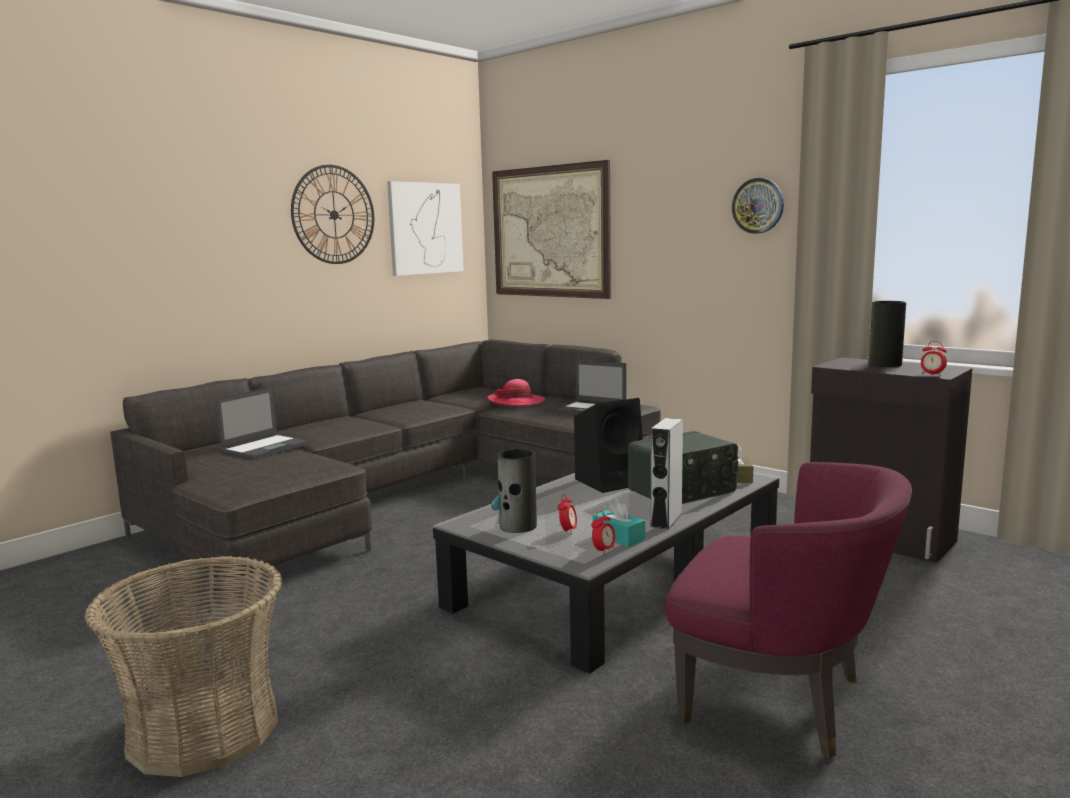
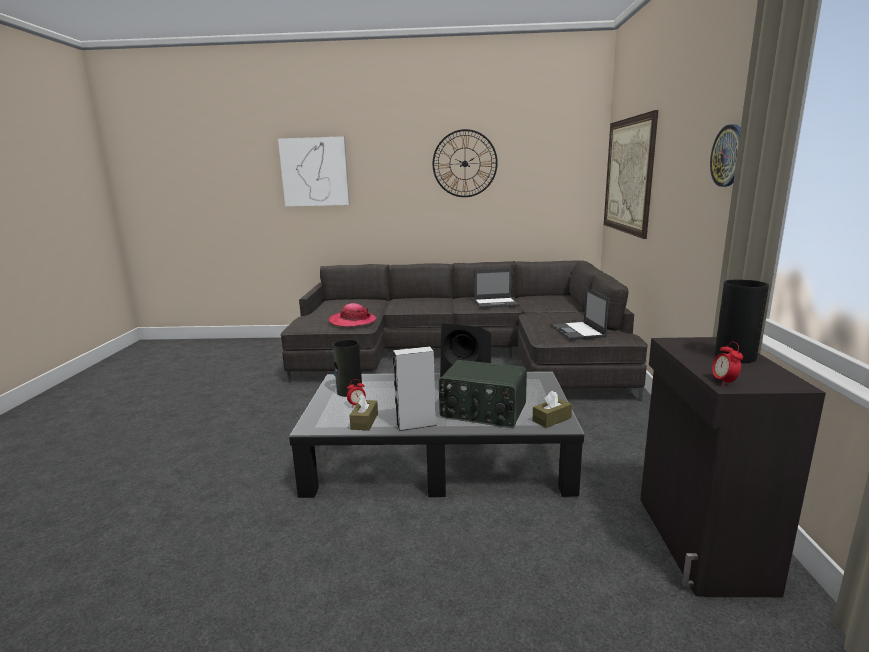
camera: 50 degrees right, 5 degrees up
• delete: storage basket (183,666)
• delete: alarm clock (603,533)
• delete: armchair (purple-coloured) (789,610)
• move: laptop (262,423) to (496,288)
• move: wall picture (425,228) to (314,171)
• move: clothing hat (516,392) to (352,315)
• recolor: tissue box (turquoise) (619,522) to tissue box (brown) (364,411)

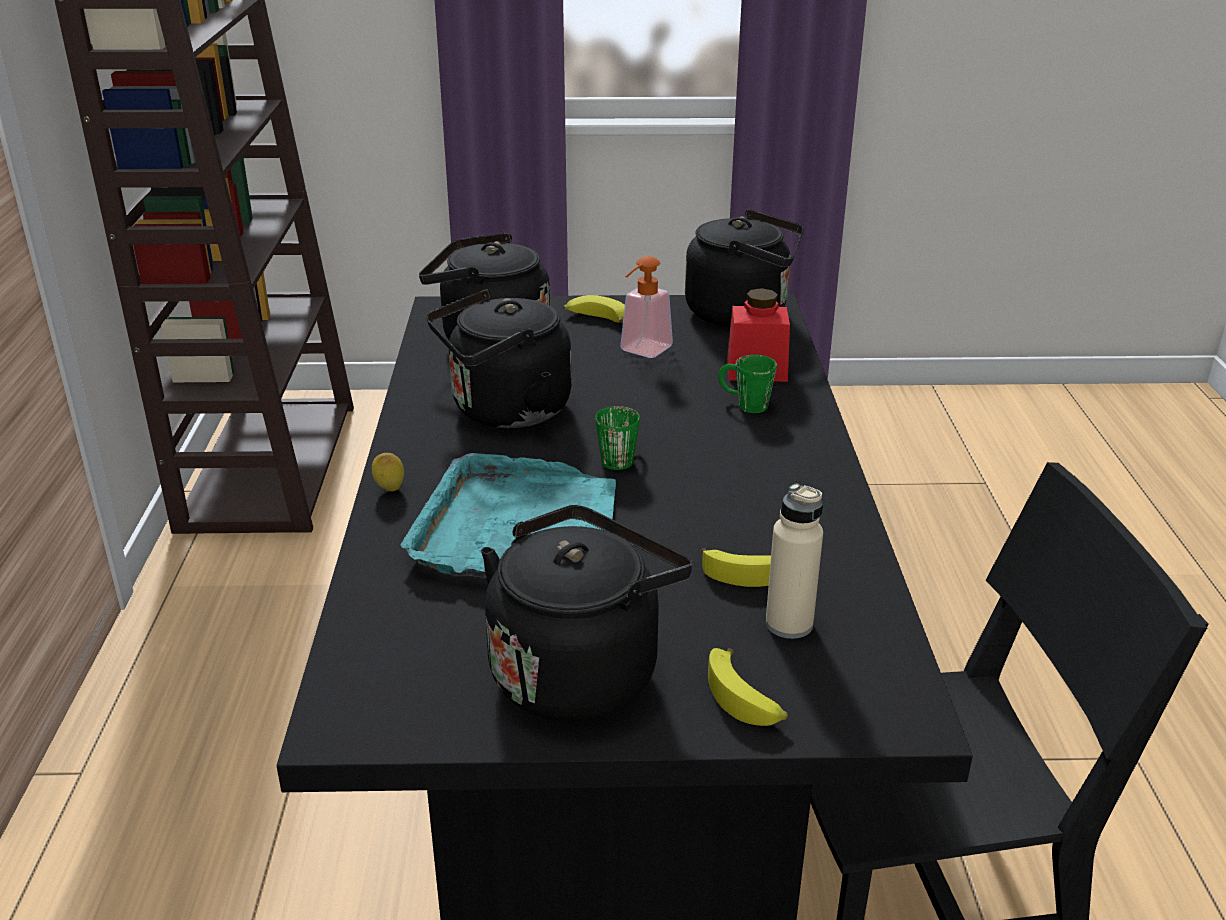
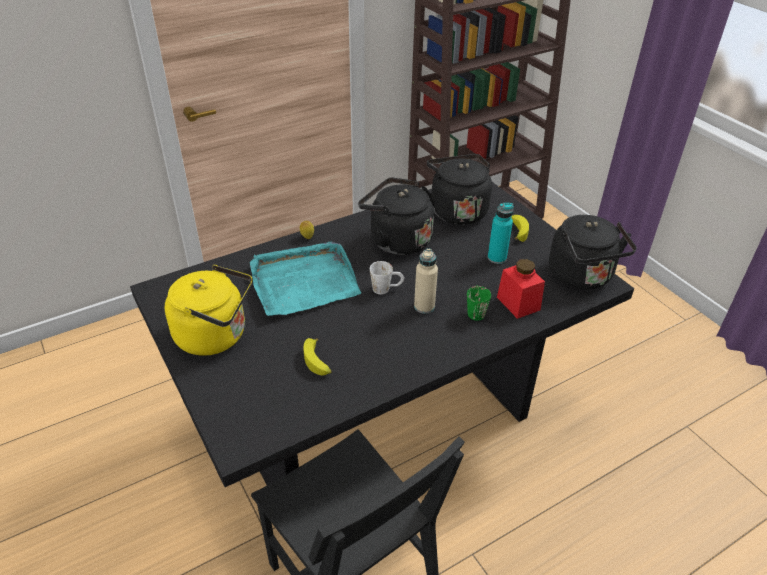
camera: 60 degrees right, 10 degrees up
• delete: whole banana (748,687)
• move: drink bottle (beige) (794,561) to (426,281)
• replace: soap dispenser (646,307) to drink bottle (turquoise) (501,233)
• recolor: water kettle (black) (586,613) to water kettle (yellow-coloured) (209,310)
• recolor: mug (green-coloured) (617,438) to mug (whitish) (387,277)

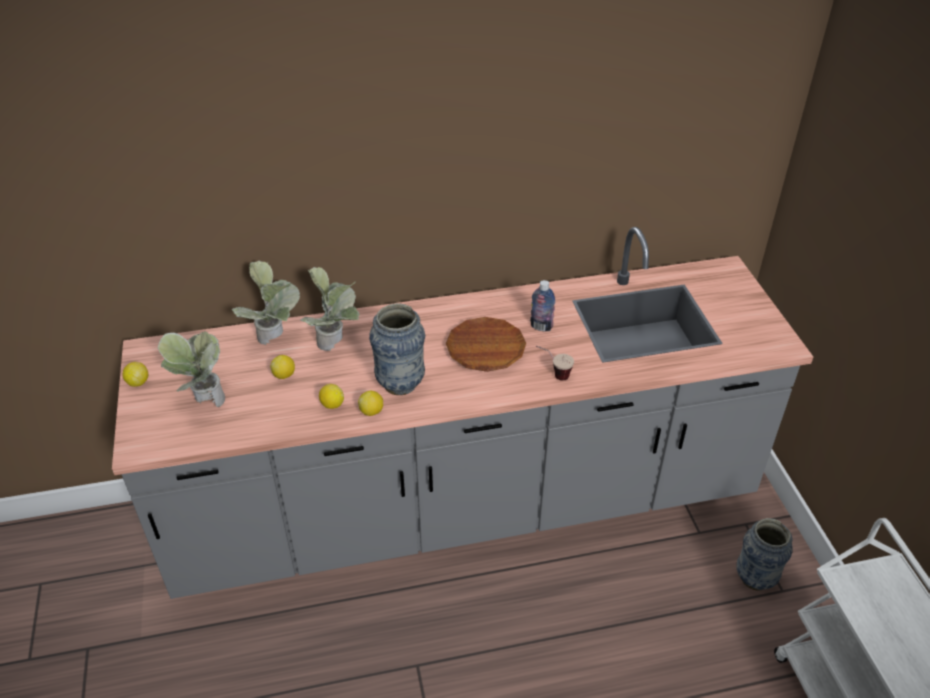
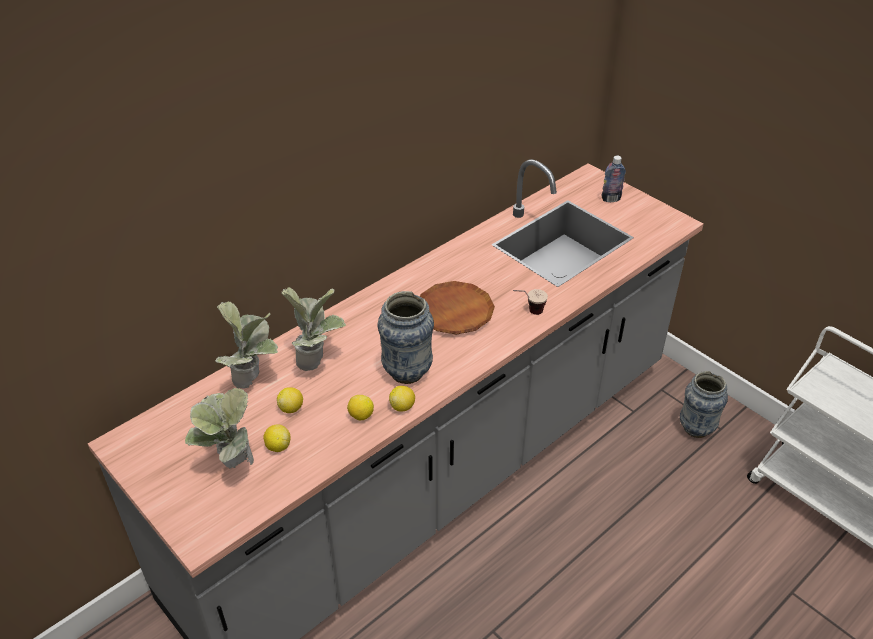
camera: 30 degrees left, 0 degrees up
• move: whole lemon (135,374) to (277,438)
• move: drink bottle (542,305) to (613,179)

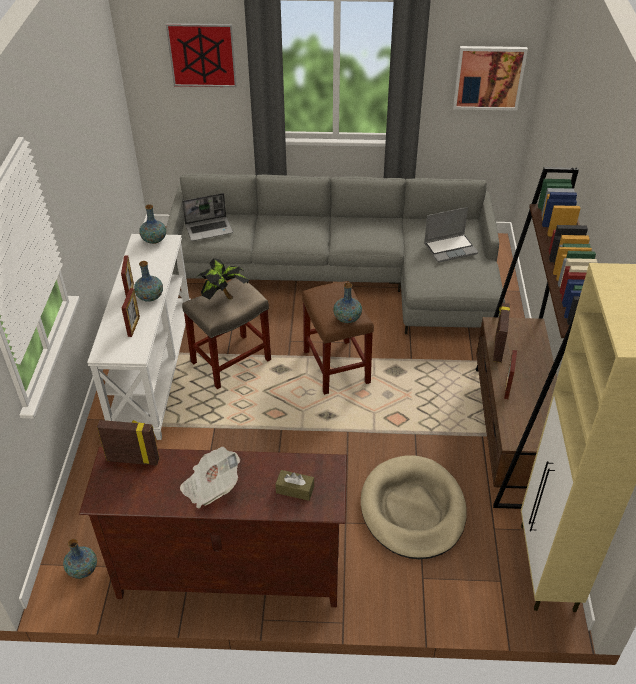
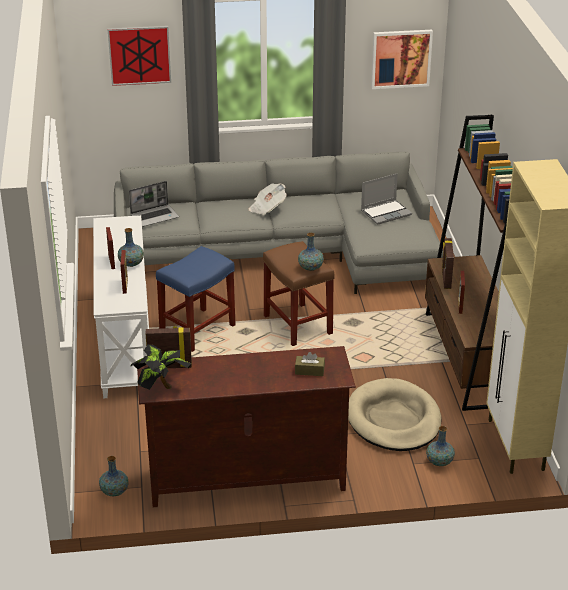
camera: 10 degrees left, 10 degrees down
• move: vase (153,224) to (440,446)
• move: daily paper (210,478) to (267,199)
• move: potted plant (223,278) to (160,367)
• recolor: stool (beige) (226,333) to stool (blue) (195,299)

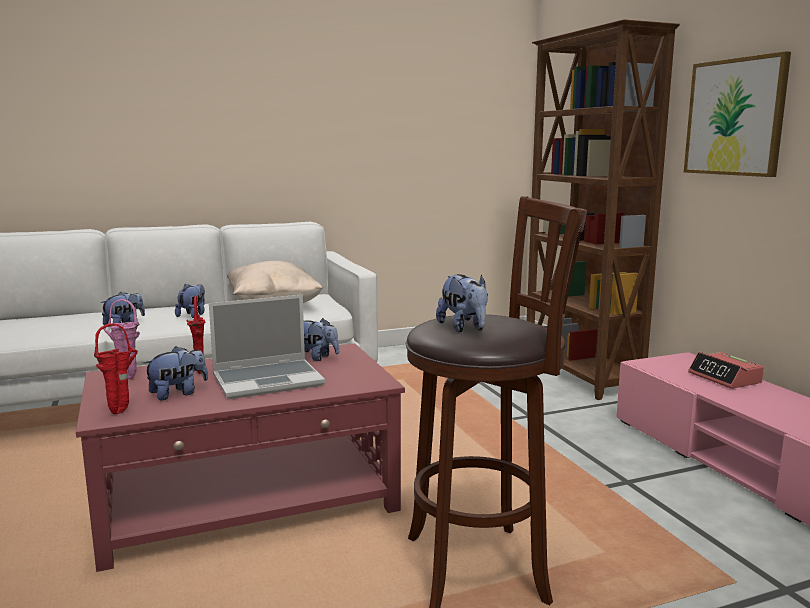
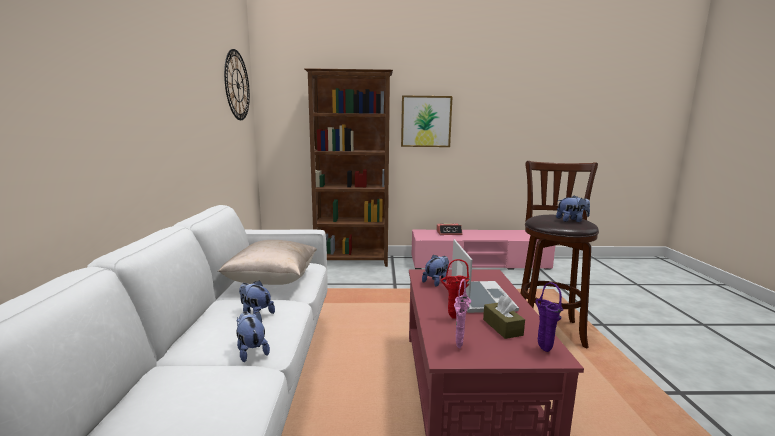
camera: 70 degrees left, 0 degrees up
• insert: wall clock (237,84)
• replace: soft toy (175,373) to tissue box (brown) (504,317)
• recolor: vase (red-coloured) (116,368) to vase (purple-coloured) (550,317)

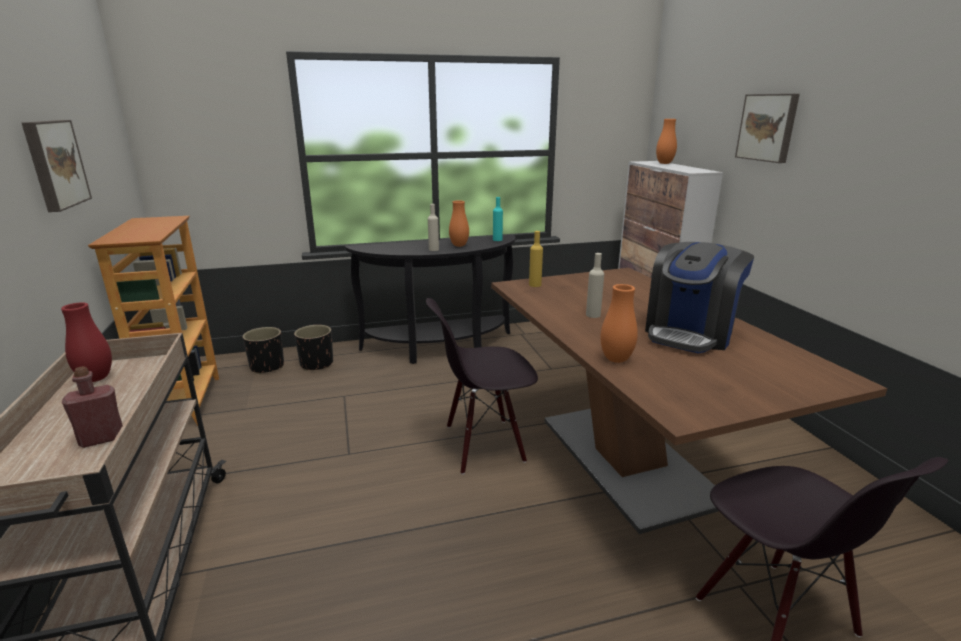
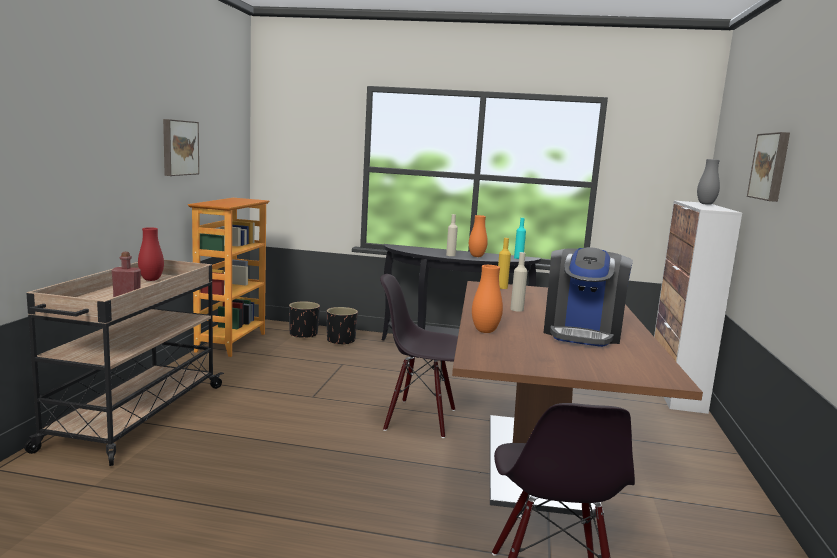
camera: 25 degrees right, 10 degrees down
• recolor: vase (orange-coloured) (666,141) to vase (grey) (708,182)
• rotate: coffee maker (699,297) = (588,297) 45 degrees counterclockwise

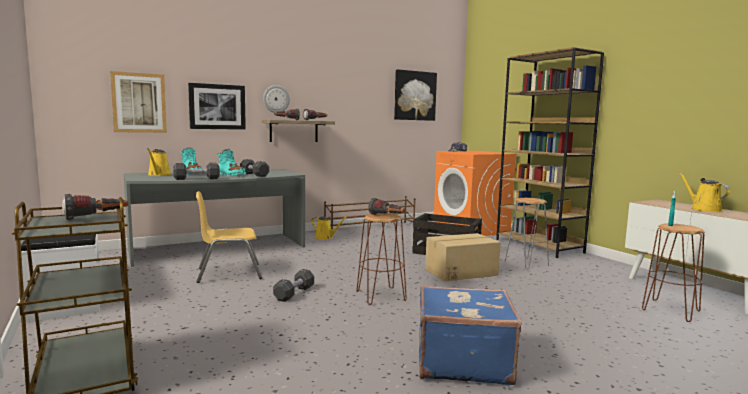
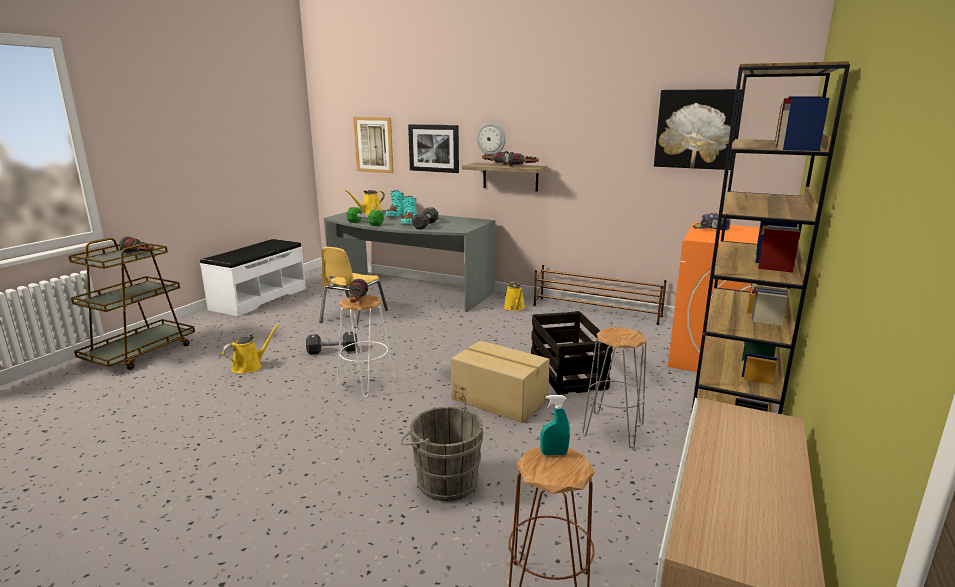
camera: 55 degrees right, 10 degrees up
• delete: piece of luggage (blue) (470,335)
• insert: bucket (grey) (442,453)
• move: watering pot (yellow-coloured) (704,192) to (251,348)
• recolor: dumbbell (black) (196,171) to dumbbell (green-coloured) (365,216)
• recolor: stool (brown) (381,259) to stool (whitish) (366,346)
• rotate: upright chair (yellow-coloured) (229,237) = (353,287) 105 degrees counterclockwise

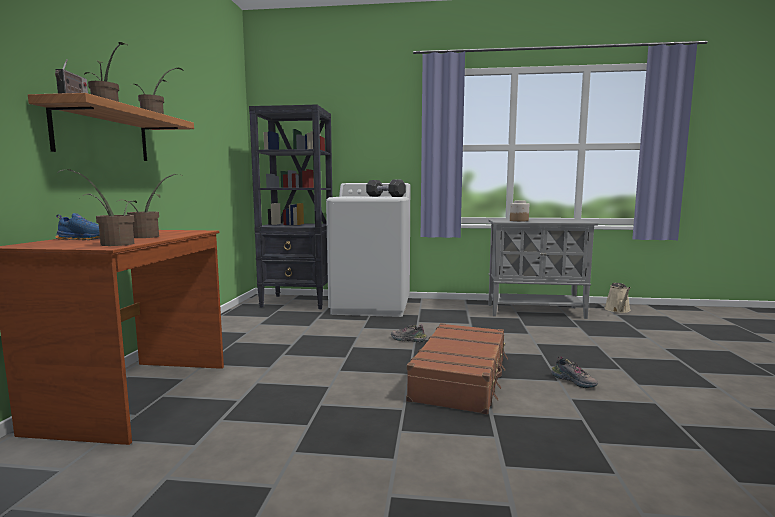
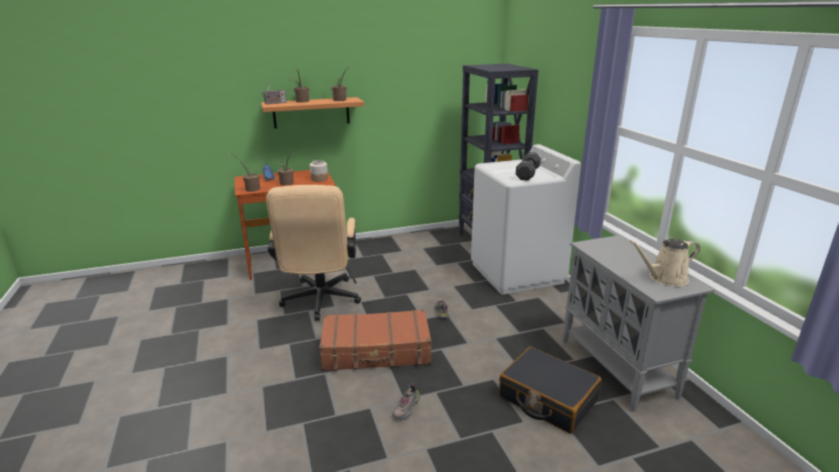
camera: 65 degrees right, 15 degrees up
• insert: desk chair (beige) (313,253)
• insert: piece of luggage (black) (550,390)
• move: storage jar (519,211) to (319,171)
• move: watering pot (beige) (618,298) to (664,262)

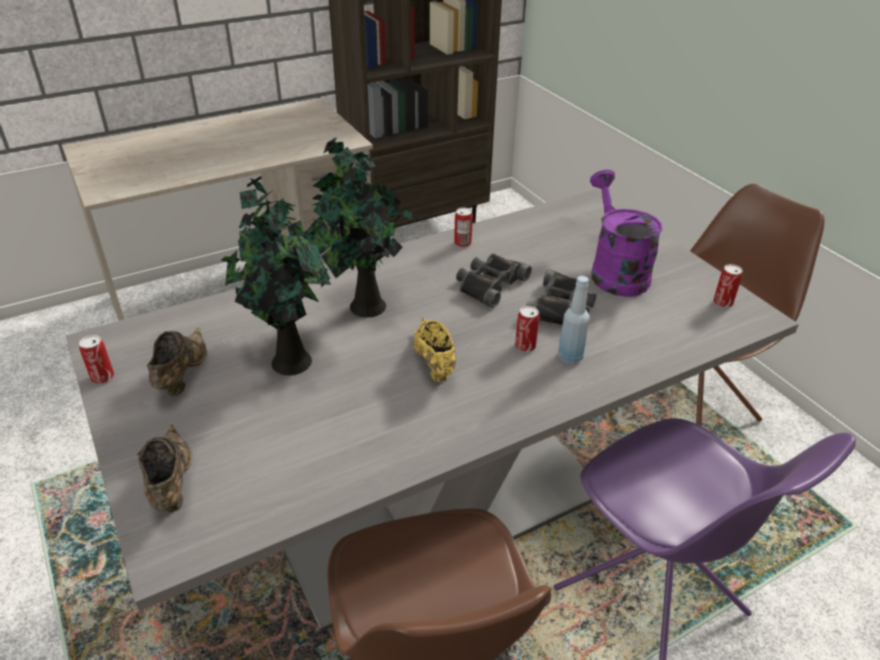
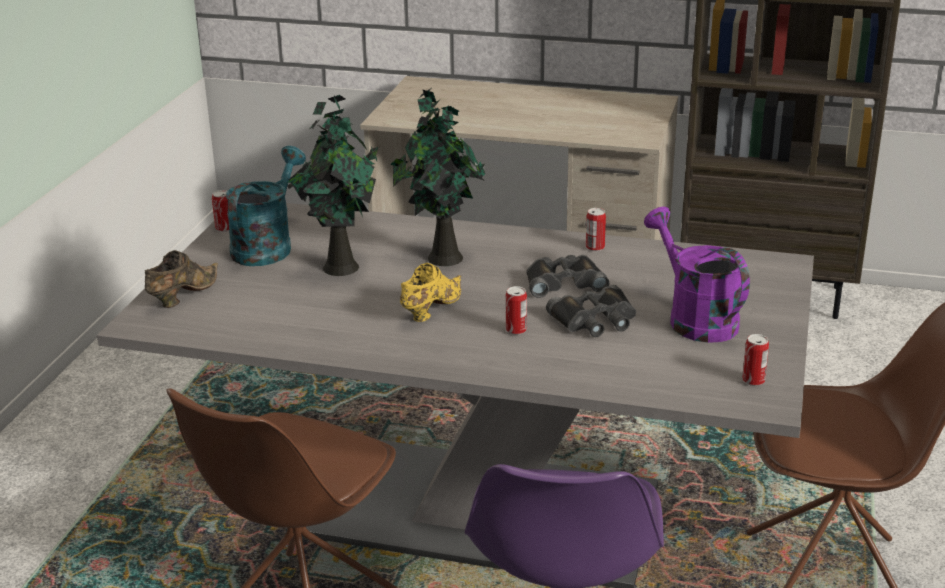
camera: 45 degrees right, 10 degrees down
• delete: drink bottle (blue) (574,320)
• replace: item of footwear (brown) (177,361) to watering pot (turquoise) (265,206)
• rotate: watering pot (purple-coloured) (626,233) = (697,275) 60 degrees counterclockwise

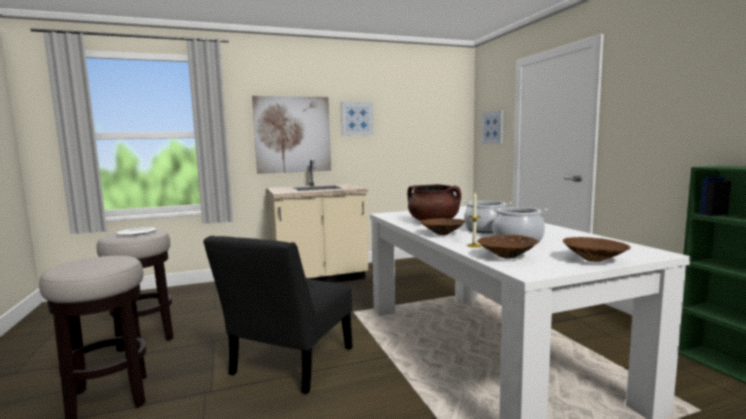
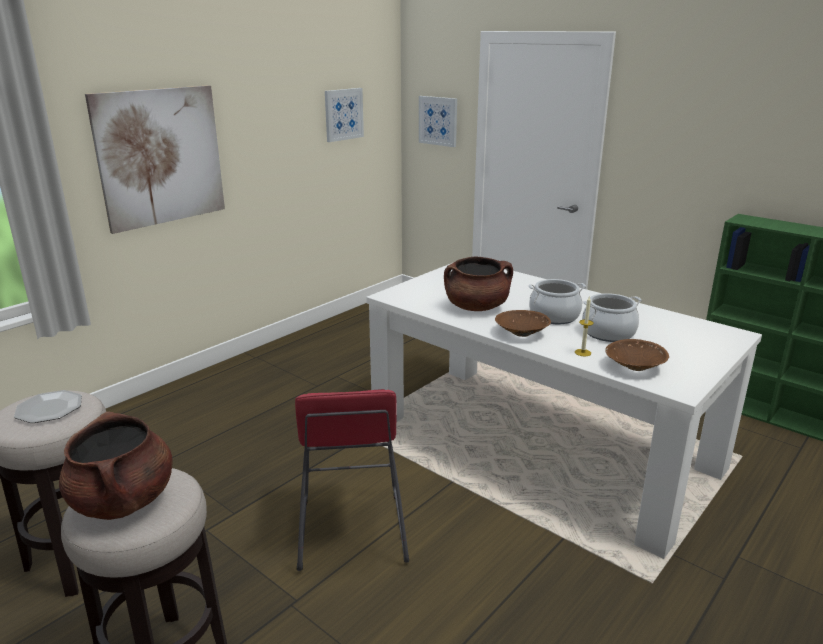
camera: 30 degrees left, 15 degrees up
• delete: kitchen counter (beige) (317,221)
• delete: bowl (brown) (597,249)
• insert: cooking pot (brown) (116,466)
• move: wall picture (357,118) to (344,115)
• replace: upright chair (black) (278,315) to stool (red-coloured) (352,480)

